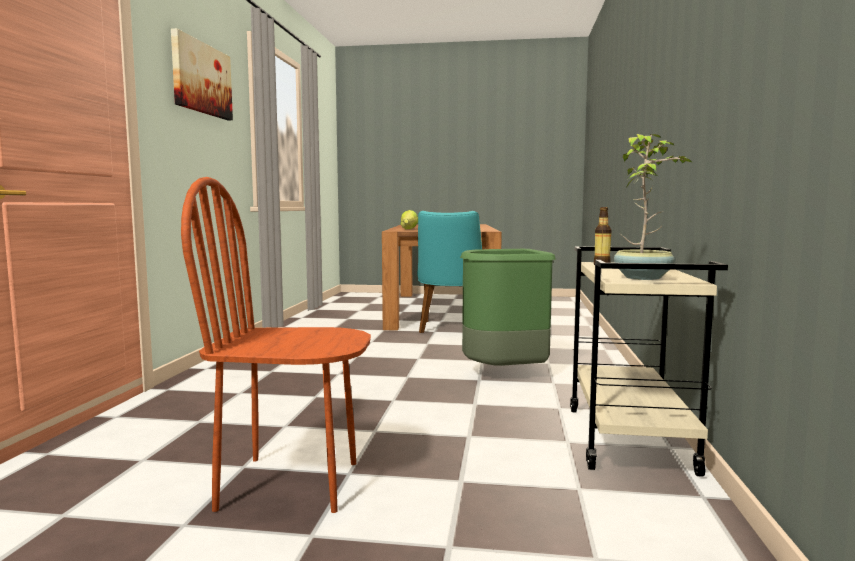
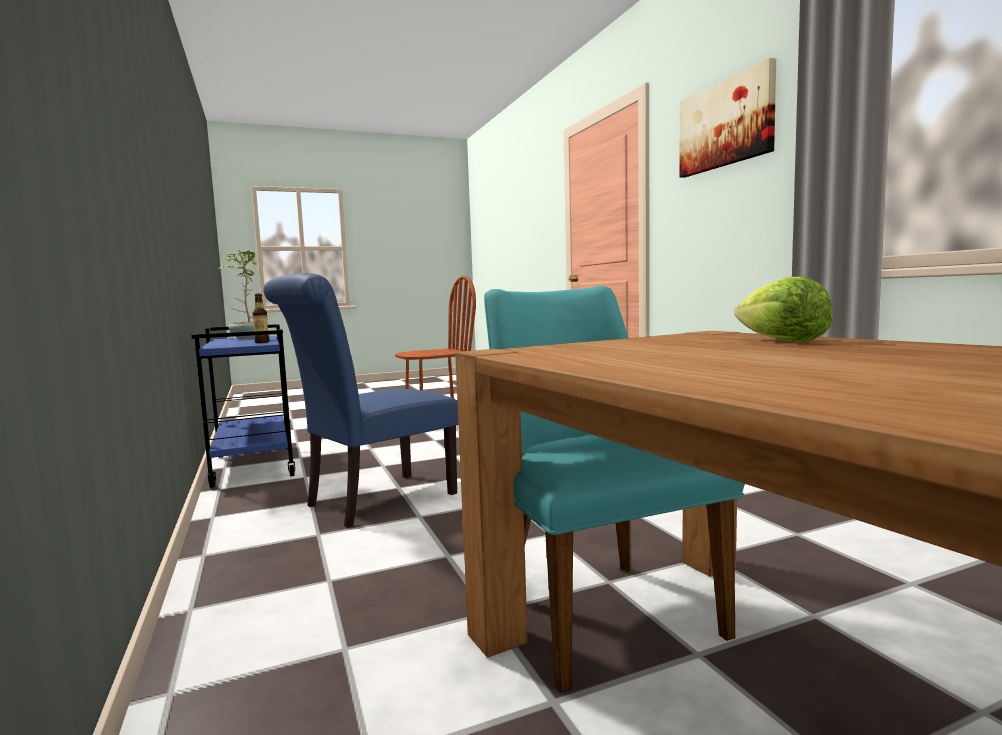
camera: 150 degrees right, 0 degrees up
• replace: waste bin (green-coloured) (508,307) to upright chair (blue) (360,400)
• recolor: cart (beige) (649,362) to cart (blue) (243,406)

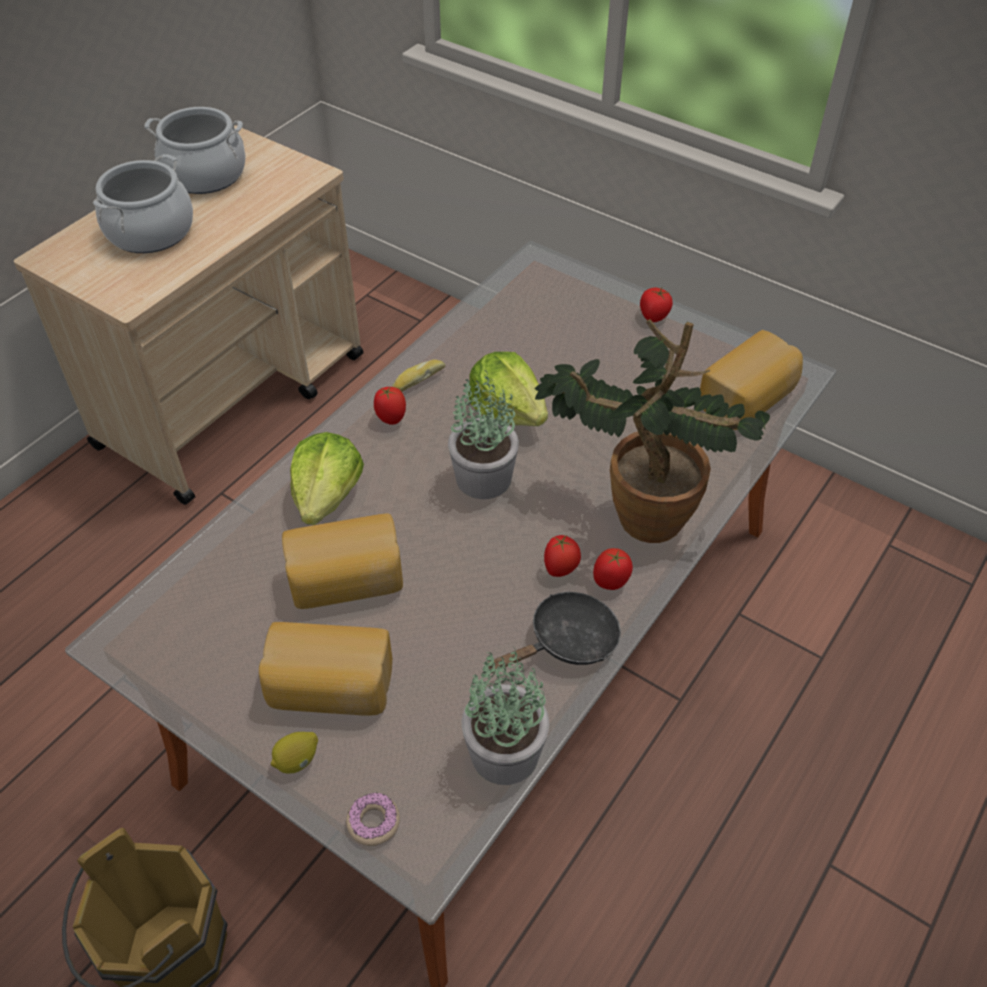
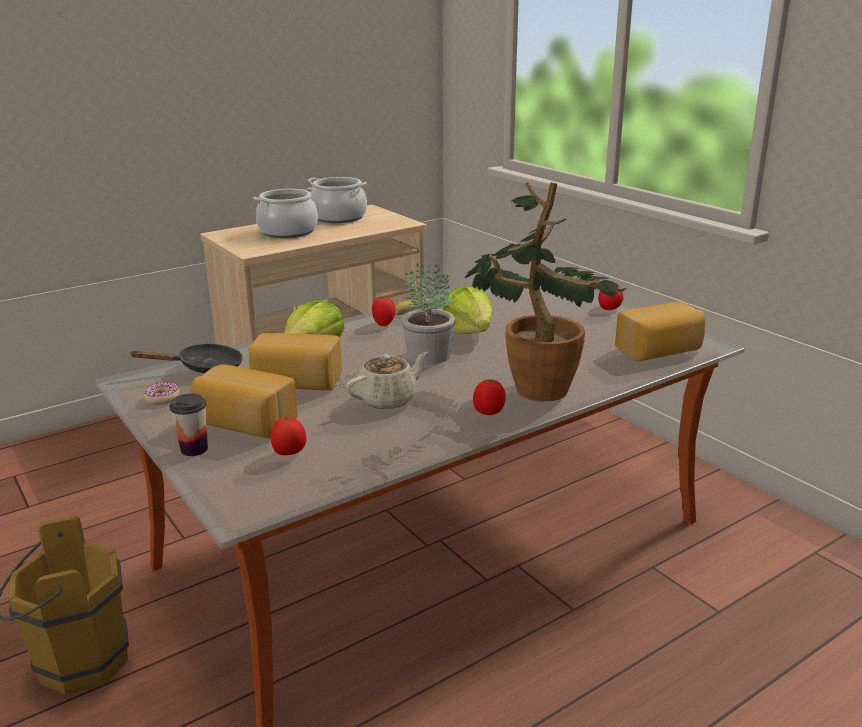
camera: 20 degrees right, 25 degrees down
• delete: potted plant (505,715)
• insert: tea pot (beige) (387,380)
• move: doughnut (373,819) to (161,393)
• move: pan (black) (554,633) to (186,358)
• move: tomato (562,556) to (288,435)
• replace: whole lemon (294,752) to small cup (188,425)

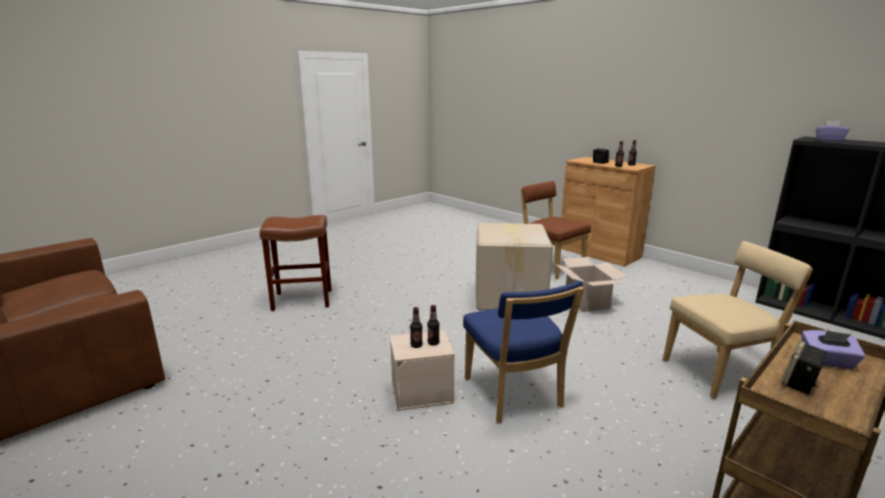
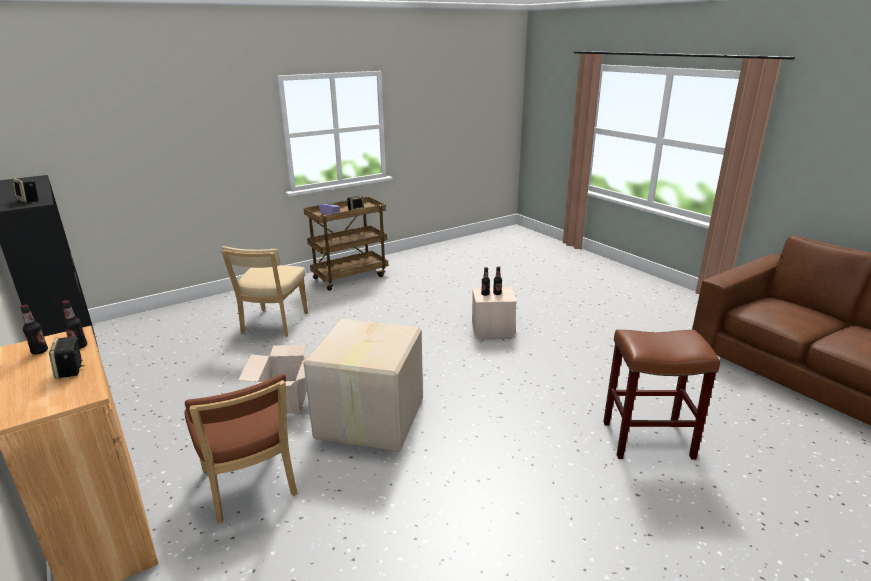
camera: 170 degrees left, 5 degrees up
• delete: upright chair (blue) (523,352)
• replace: tissue box (purple-coloured) (832,131) to audio speaker (25,190)
• rotate: upright chair (beige) (738,320) = (264,291) 75 degrees counterclockwise

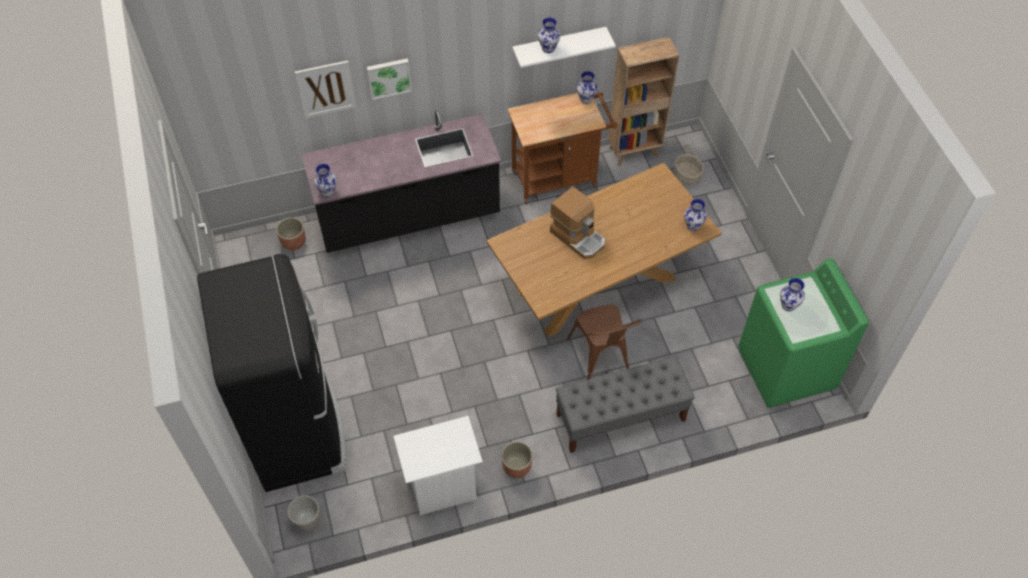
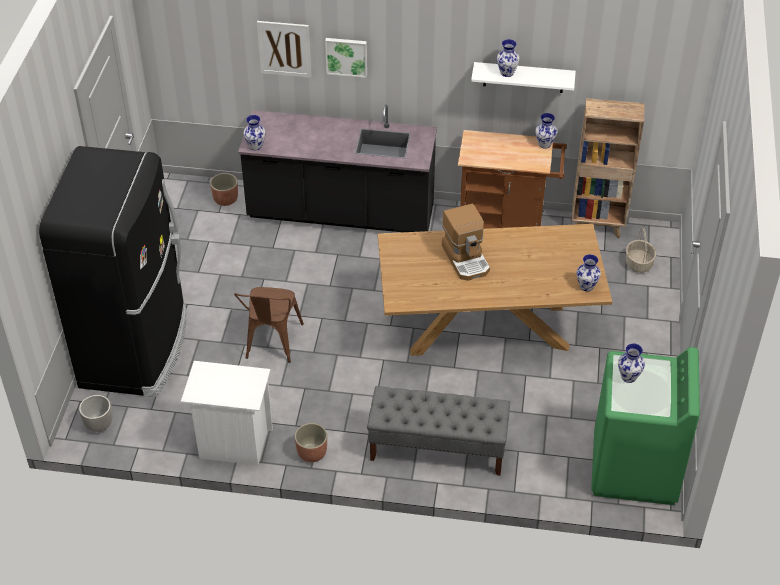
camera: 25 degrees right, 10 degrees down
• move: upright chair (brown) (604,342) to (269,325)

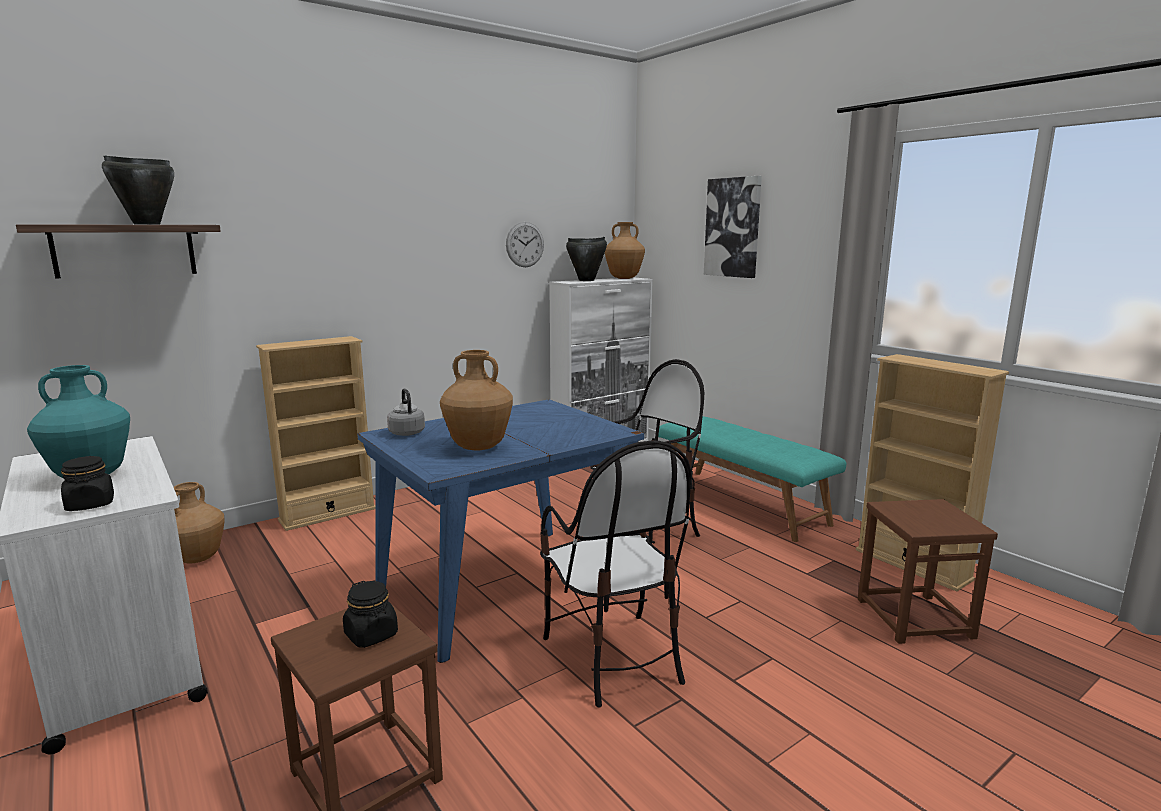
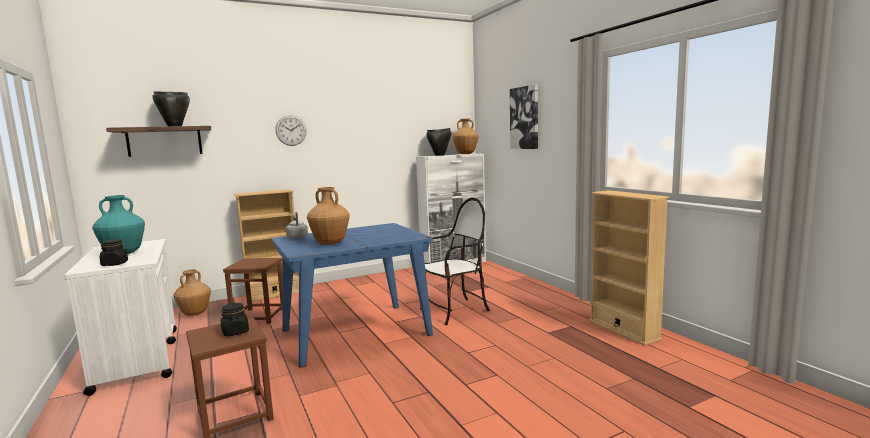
camera: 10 degrees right, 5 degrees down
• delete: upright chair (615,574)
• delete: indoor bench (turquoise) (752,479)
• move: wall clock (525,244) to (291,130)
• move: stool (brown) (928,571) to (252,291)

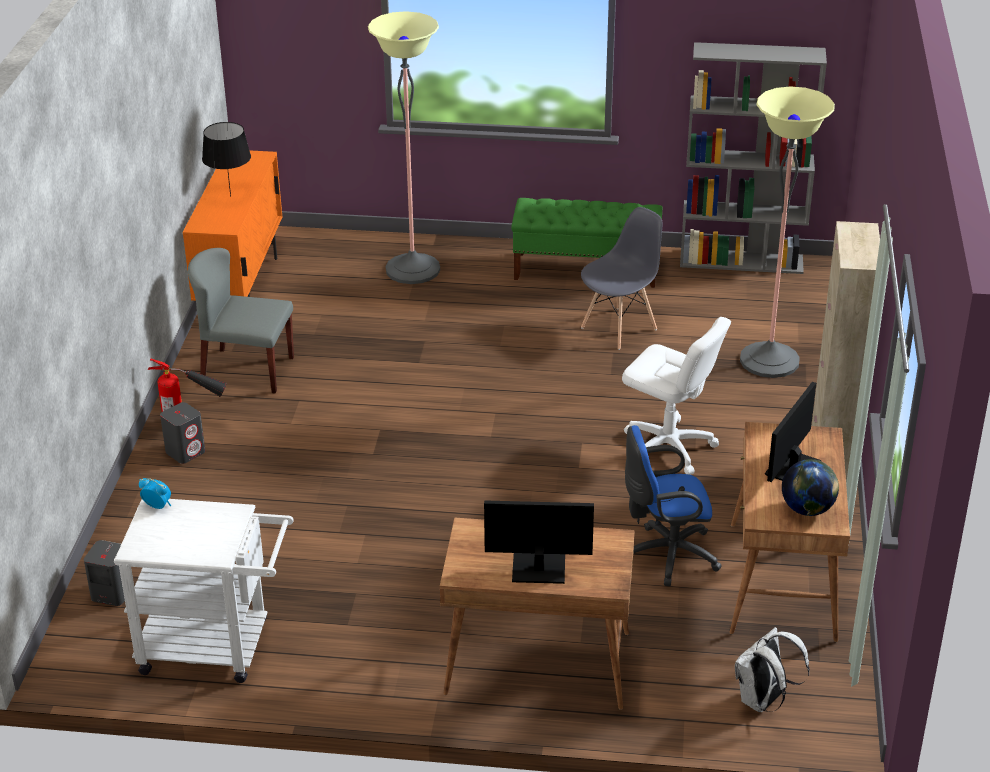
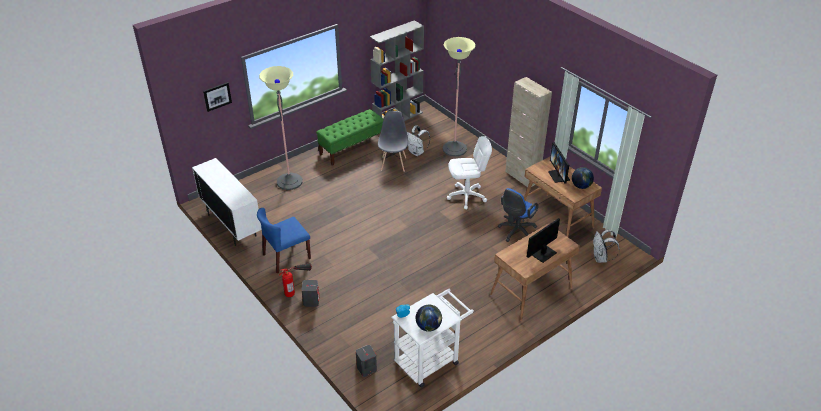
camera: 45 degrees left, 5 degrees up
• delete: tabletop lamp (black) (226,159)
• insert: wall picture (217,97)
• insert: knapsack (whitish) (418,140)
• insert: desk globe (429,318)
• recolor: storage cabinet (orange-coloured) (232,225) to storage cabinet (whitish) (227,202)
• recolor: upright chair (grey) (241,321) to upright chair (blue) (284,240)

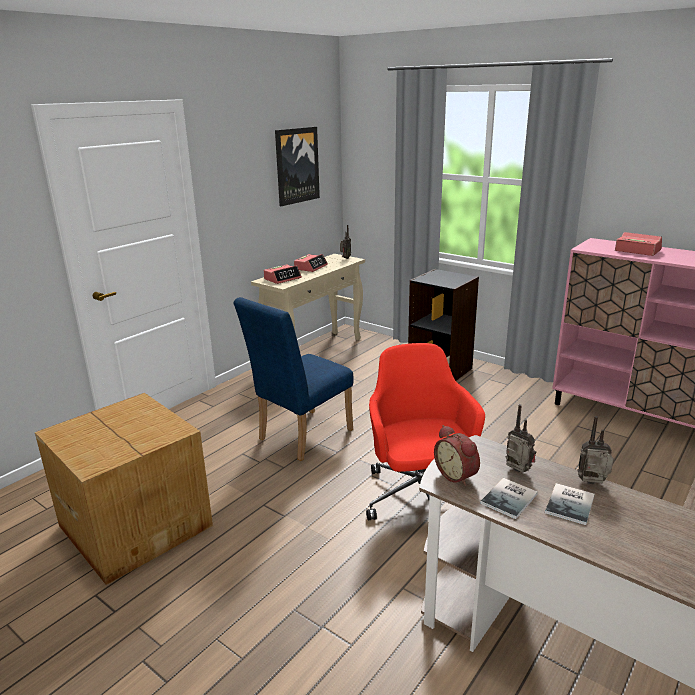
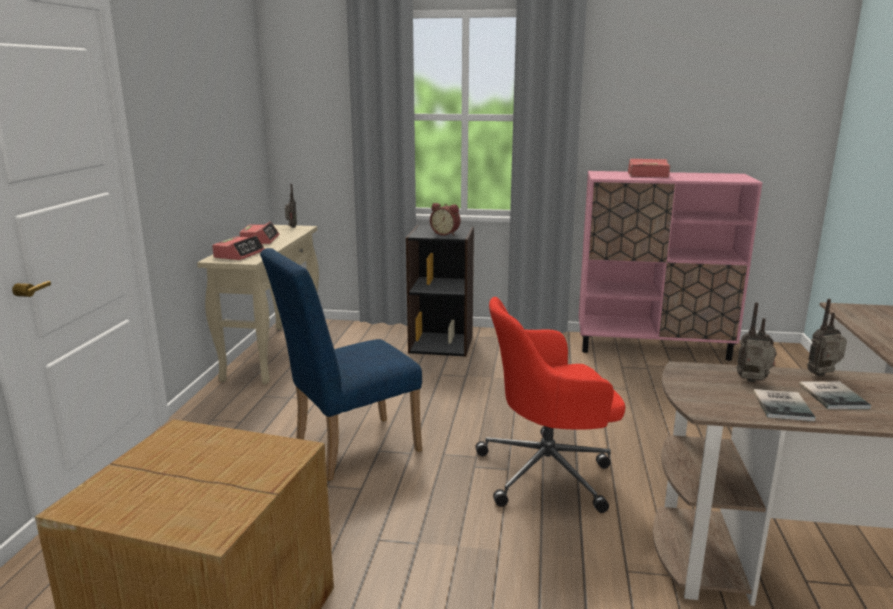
camera: 30 degrees left, 5 degrees down
• delete: wall picture (297,166)
• move: alarm clock (457,455) to (445,219)
• rotate: upright chair (blue) (293,379) = (341,364) 45 degrees clockwise
• rotate: desk chair (red-coloured) (425,431) = (550,405) 60 degrees counterclockwise

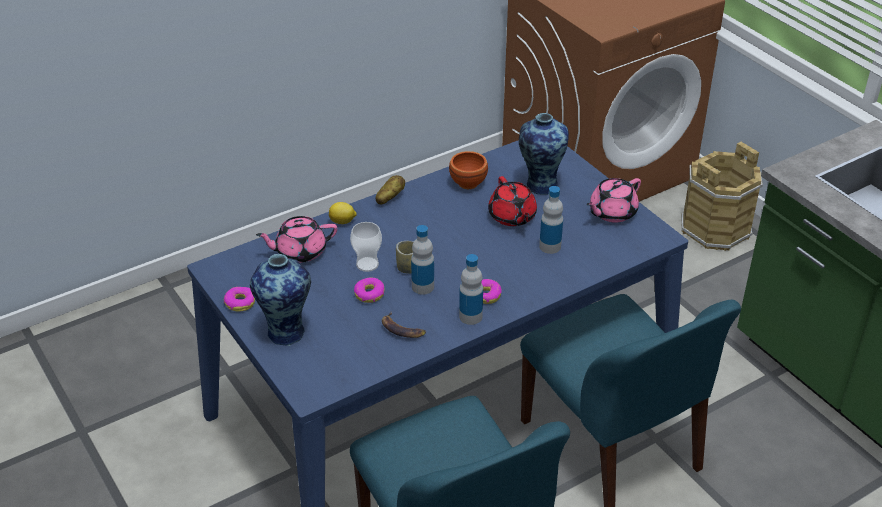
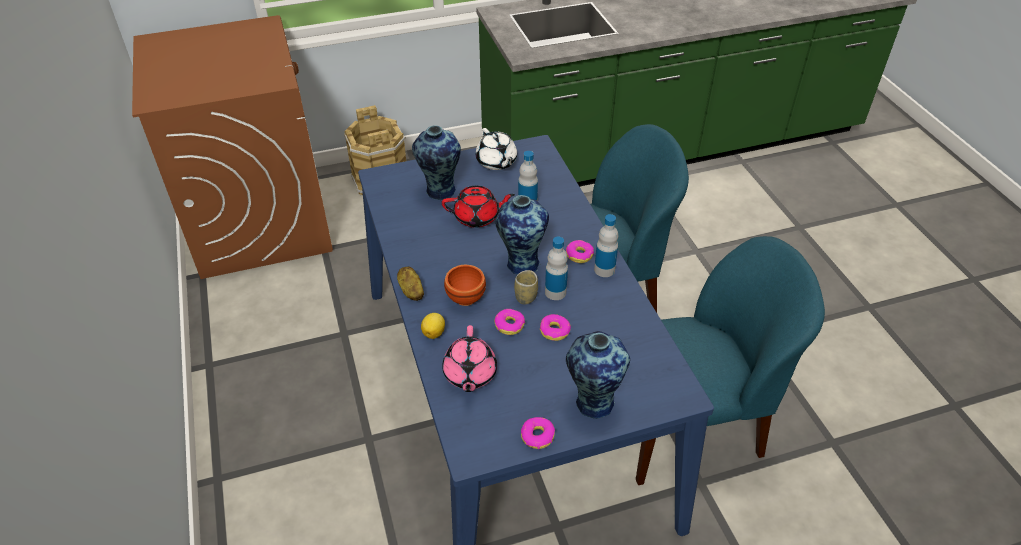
camera: 75 degrees left, 5 degrees up
• delete: whole banana (404,325)
• insert: vase (522,235)
• move: bowl (brown) (468,170) to (465,285)
• replace: small cup (366,247) to doughnut (509,322)
• recolor: tea pot (pink-coloured) (614,200) to tea pot (whitish) (496,149)

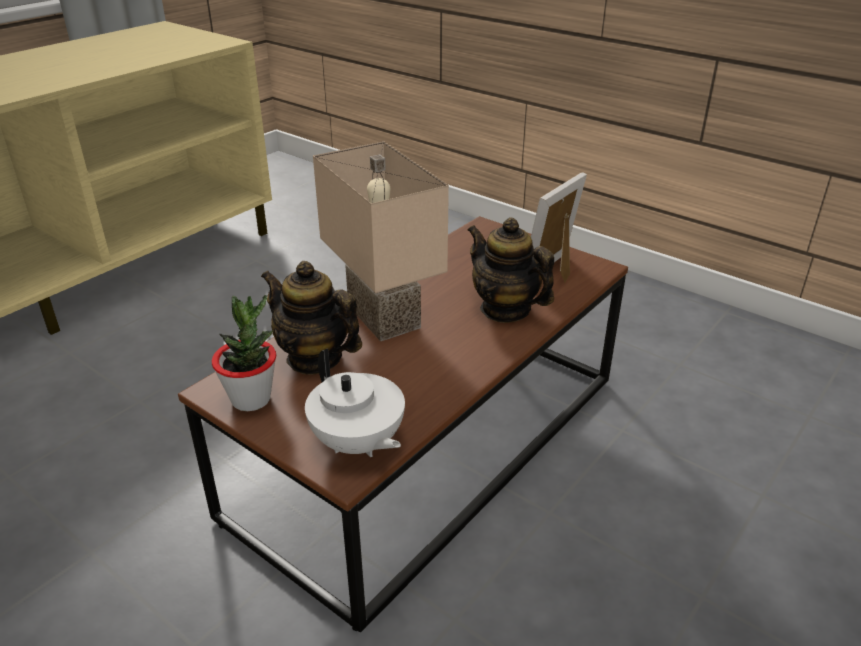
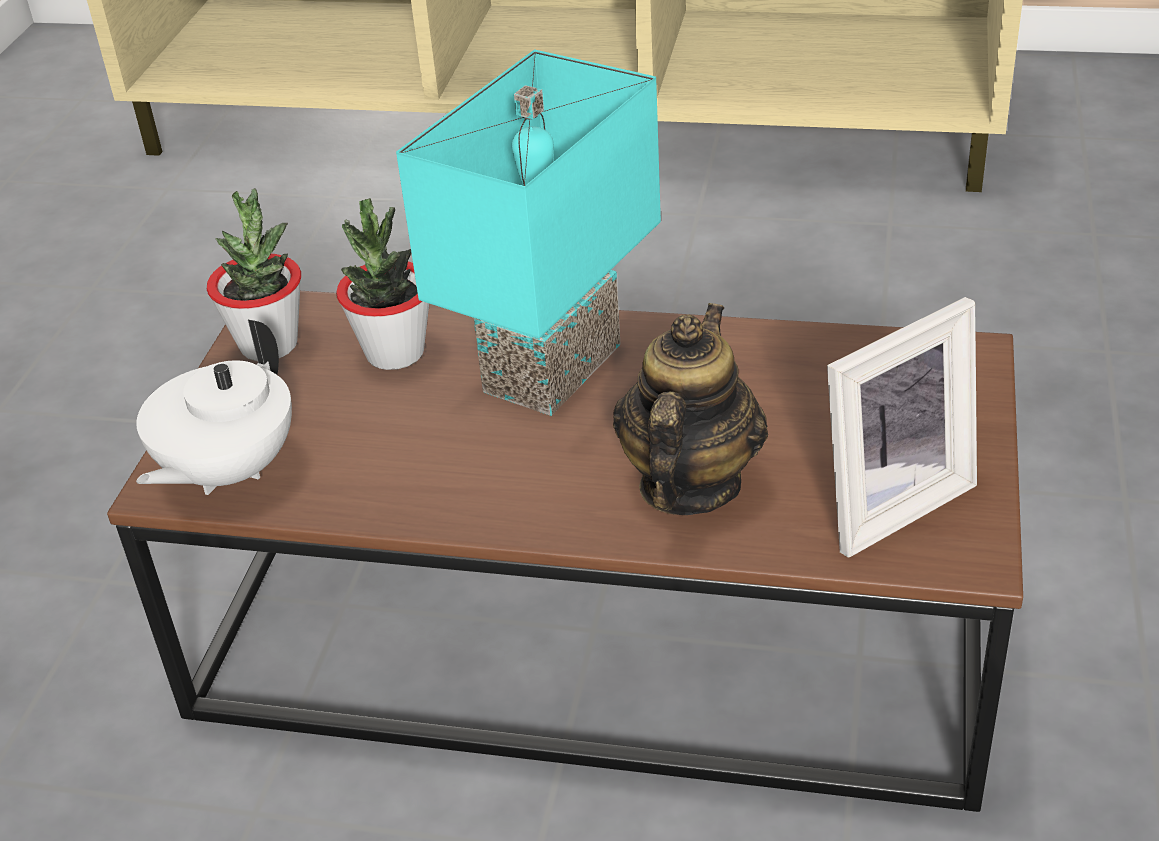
camera: 65 degrees right, 5 degrees up
• replace: tea pot (311,318) to potted plant (382,284)
• recolor: tabletop lamp (beige) (381,241) to tabletop lamp (turquoise) (528,232)
• rotate: standing frame (559,227) = (902,427) 135 degrees clockwise

